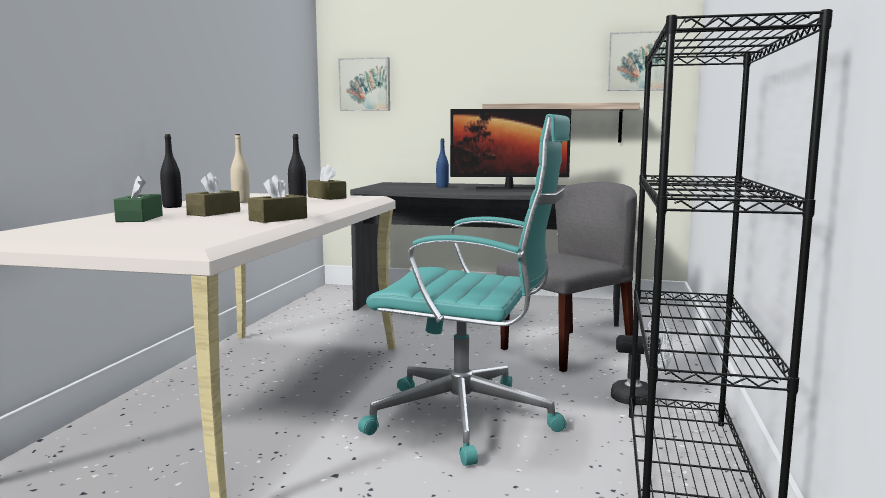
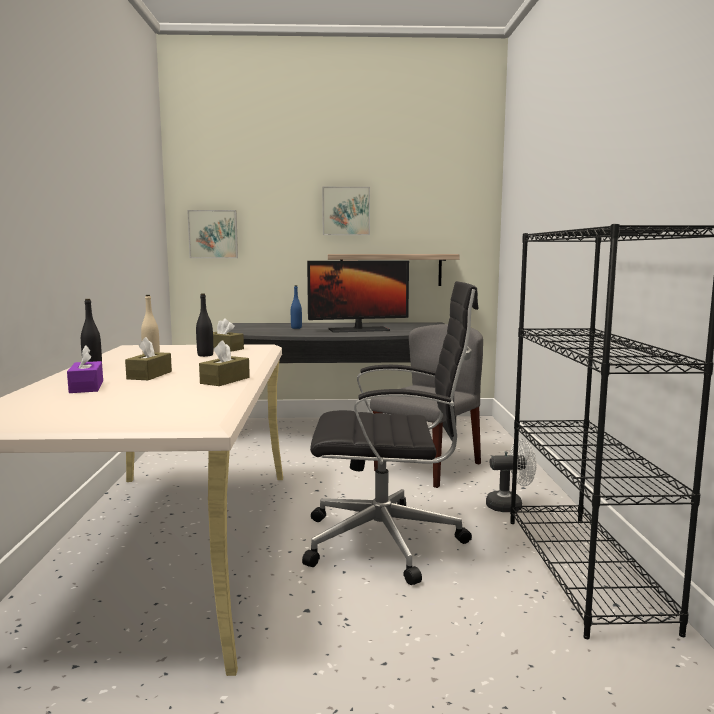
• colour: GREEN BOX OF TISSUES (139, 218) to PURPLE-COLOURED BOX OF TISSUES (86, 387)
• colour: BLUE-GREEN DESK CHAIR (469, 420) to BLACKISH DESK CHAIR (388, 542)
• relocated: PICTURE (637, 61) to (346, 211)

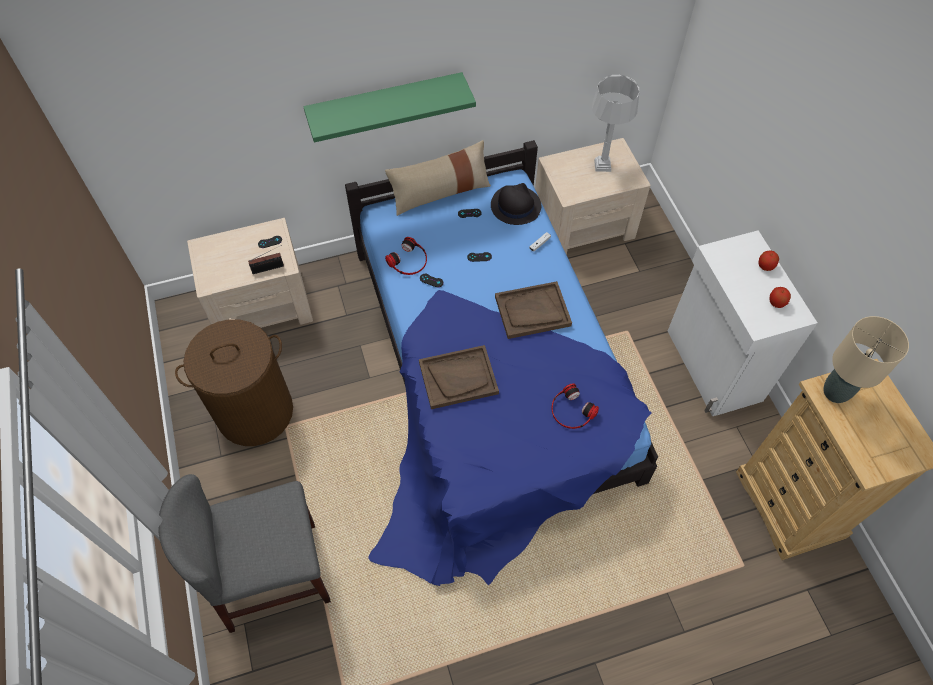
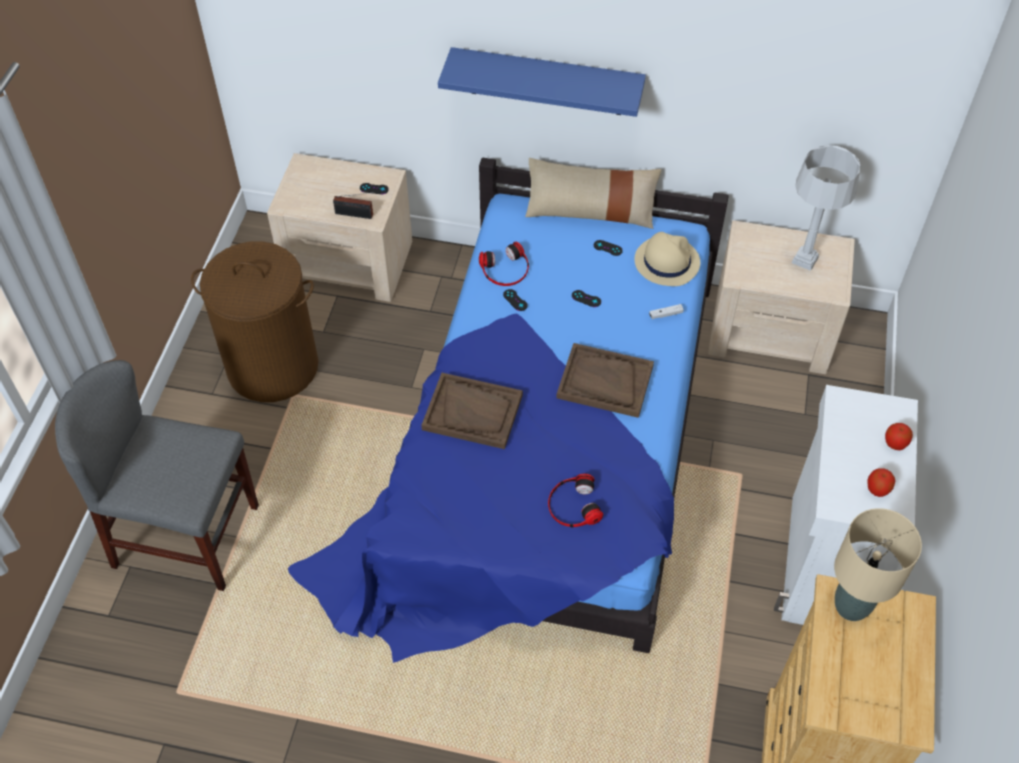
• colour: GREEN WALL SHELF (385, 106) to BLUE WALL SHELF (546, 82)
• colour: BLACKISH CLOTHING HAT (515, 206) to BEIGE CLOTHING HAT (666, 261)

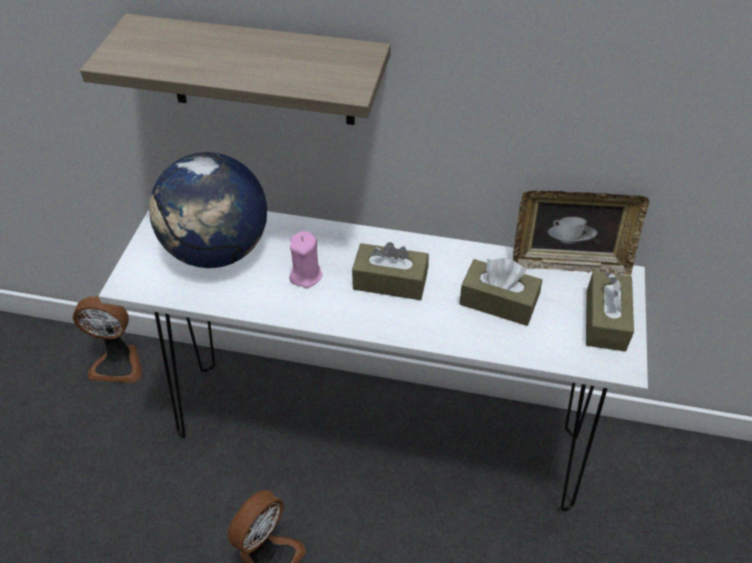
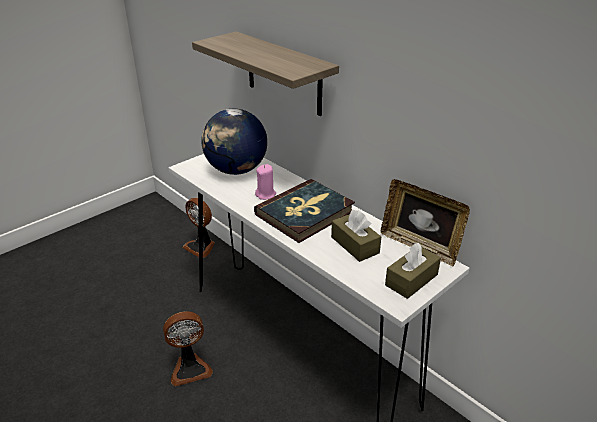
• exchanged: BROWN-COLOURED BOX OF TISSUES (390, 281) to VOLUME (305, 213)

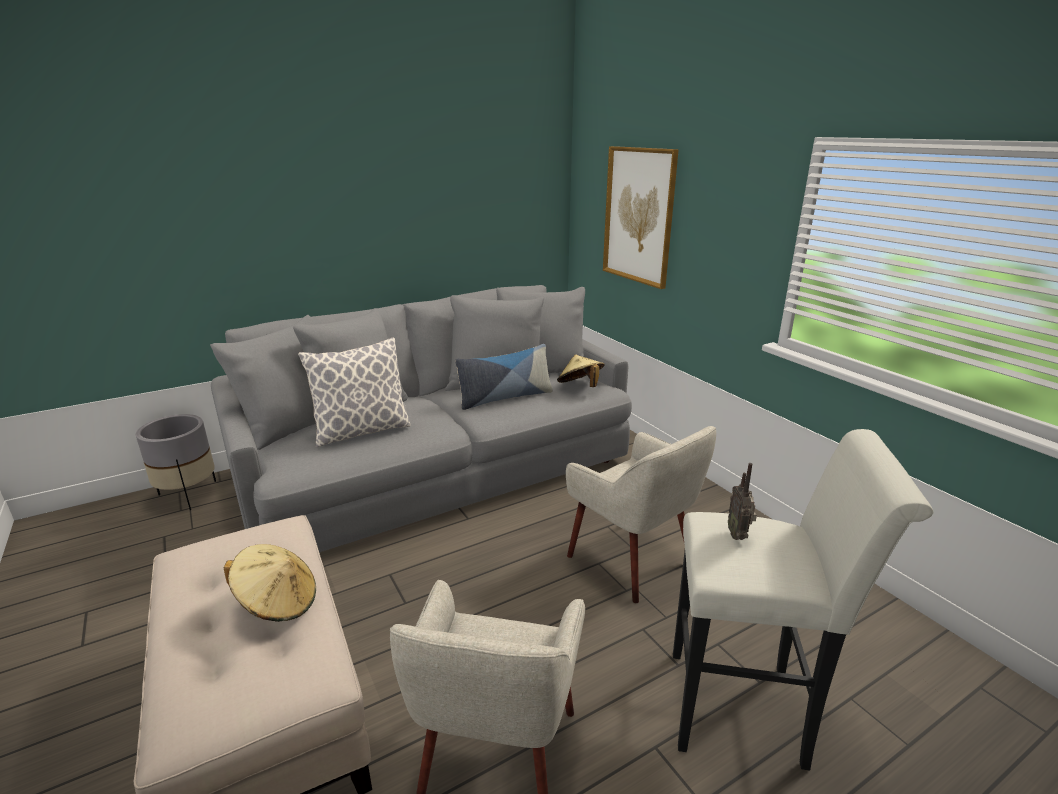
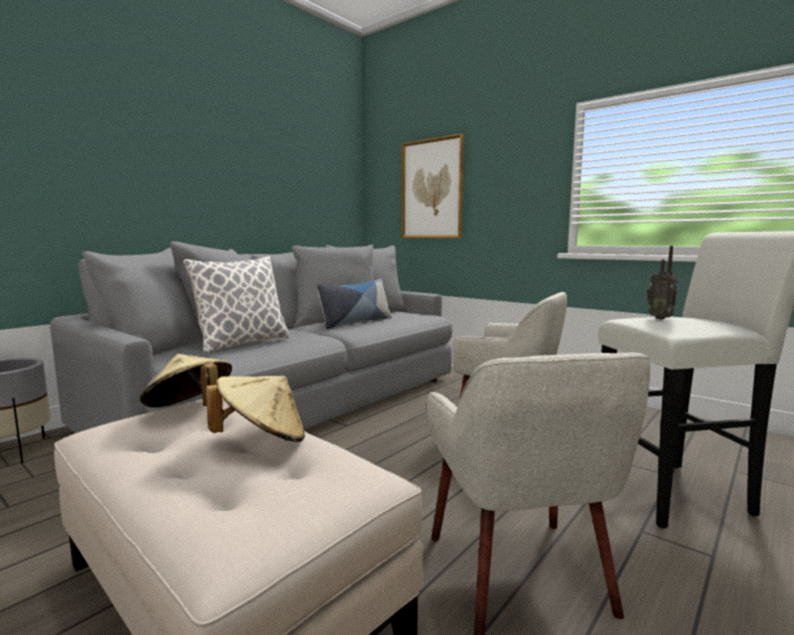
• relocated: BEIGE CLOTHING HAT (580, 387) to (190, 410)

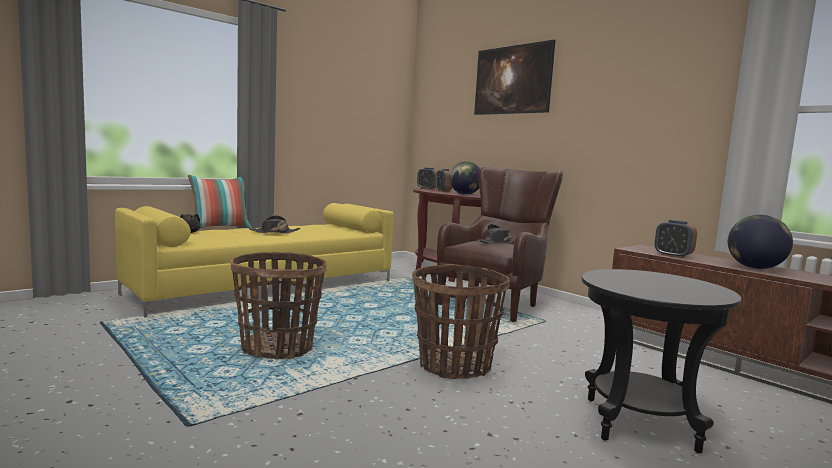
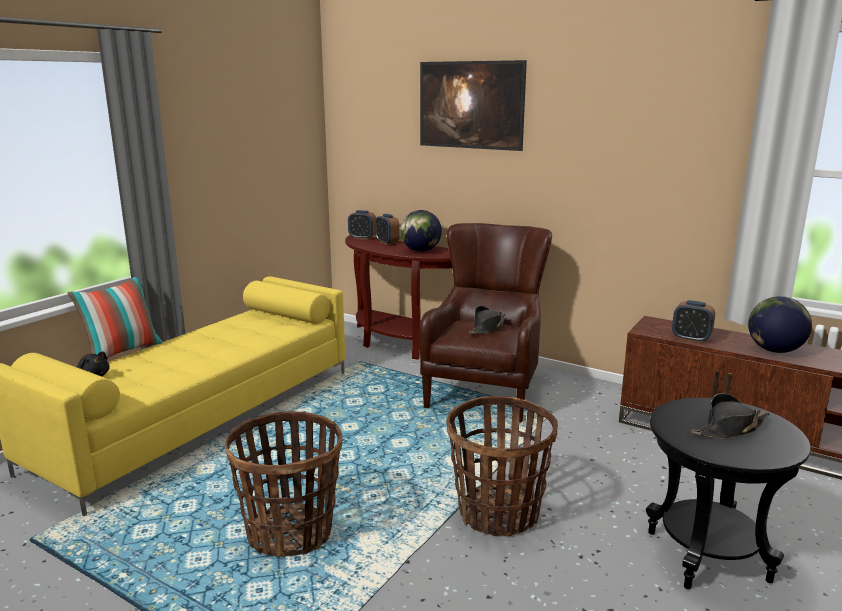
• relocated: BLACKISH CLOTHING HAT (274, 232) to (729, 429)

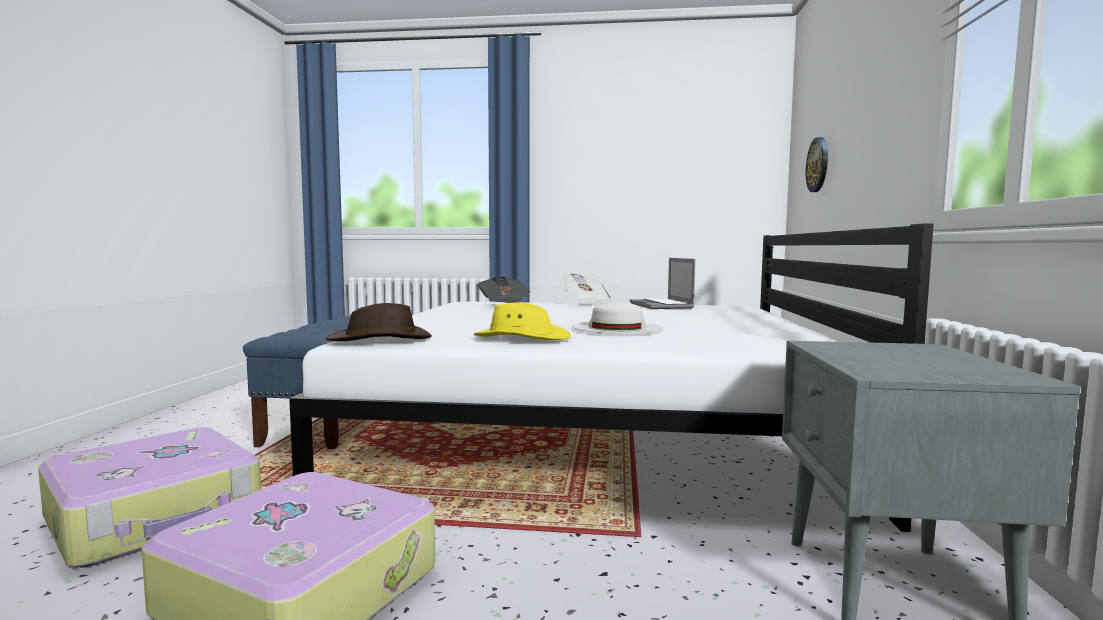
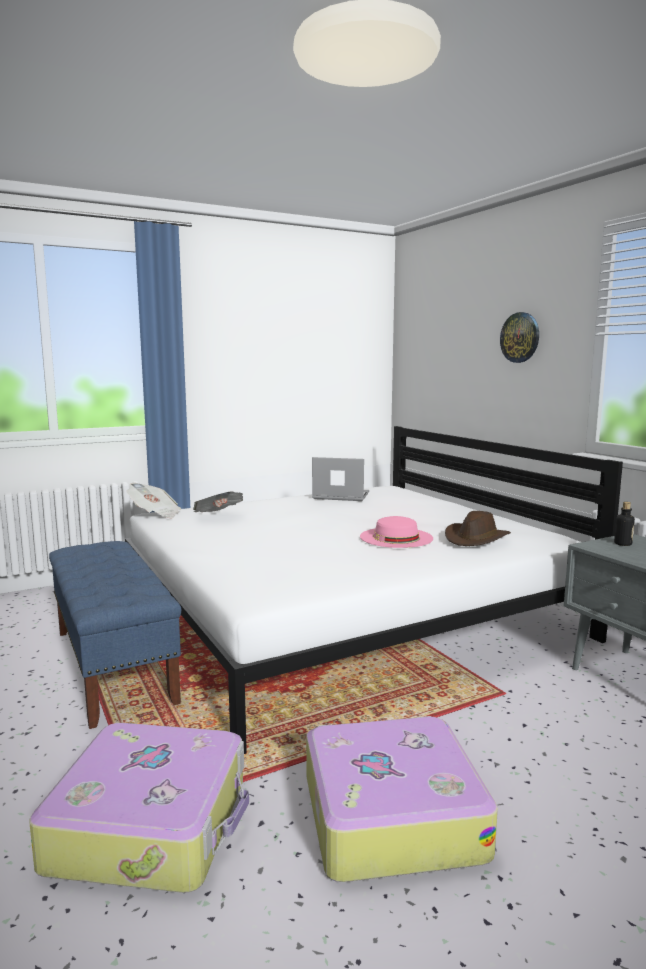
• relocated: DAILY PAPER (587, 303) to (155, 514)
• spun: NOTEBOOK COMPUTER (662, 306) = (340, 496) 150 degrees clockwise
• colour: WHITE CLOTHING HAT (617, 327) to PINK-COLOURED CLOTHING HAT (396, 537)
• relocated: BROWN-COLOURED CLOTHING HAT (381, 340) to (476, 538)
• relocated: CLOCK ON THE WALL (818, 165) to (520, 337)
• appeared: BOTTLE (623, 544)
• missing: YELLOW CLOTHING HAT (521, 338)

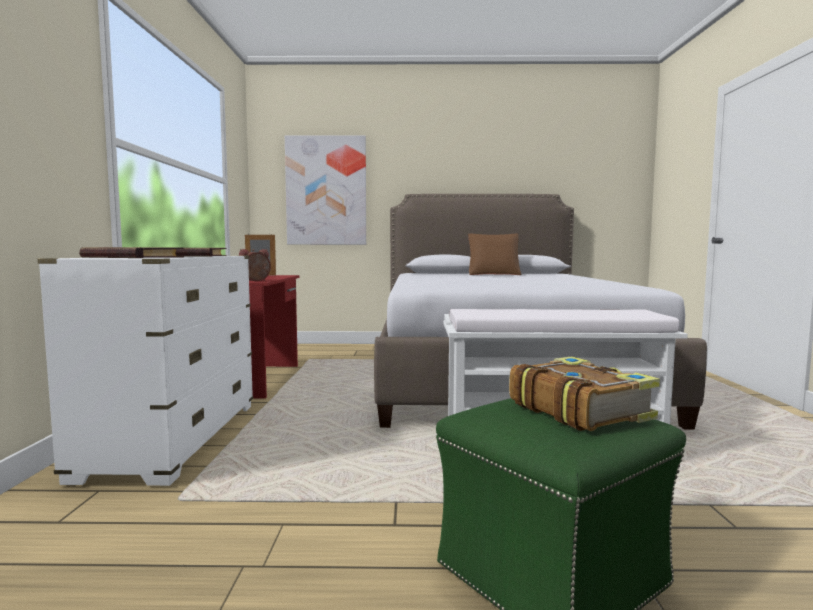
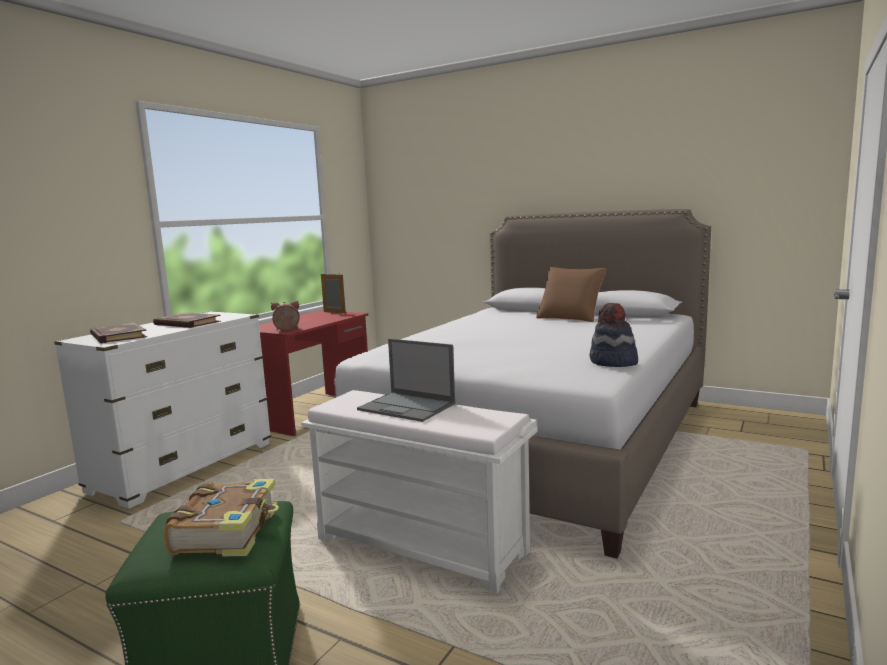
• appeared: NOTEBOOK COMPUTER (408, 407)
• appeared: CLOTHING HAT (613, 363)
• missing: PICTURE (326, 191)

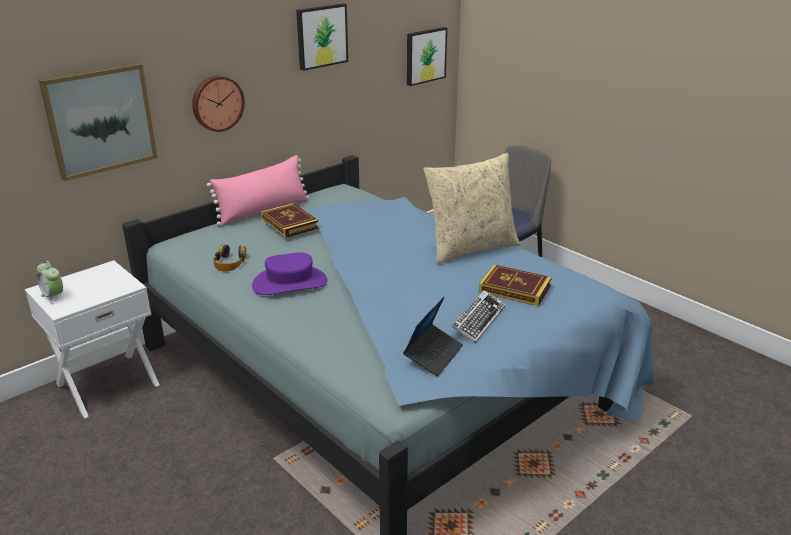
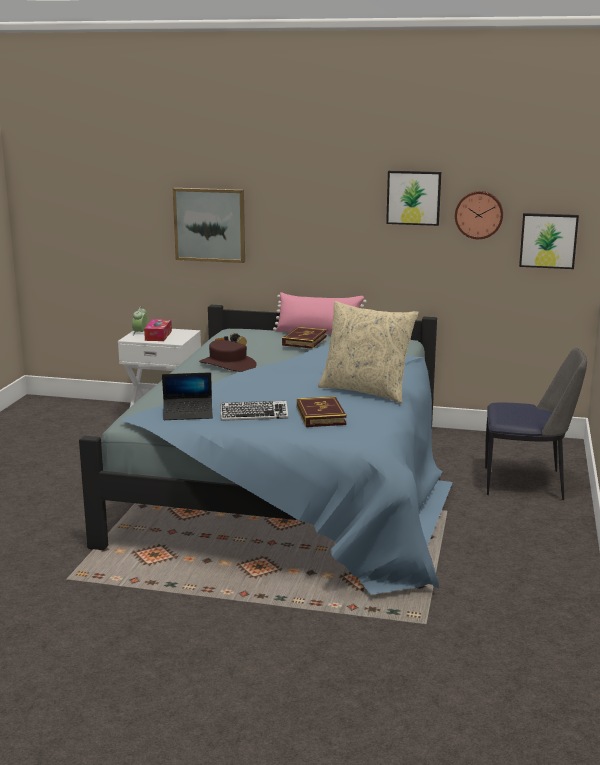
• appeared: BOX OF TISSUES (158, 336)
• colour: PURPLE-COLOURED CLOTHING HAT (290, 283) to BROWN-COLOURED CLOTHING HAT (228, 364)
• relocated: CLOCK ON THE WALL (217, 103) to (479, 214)

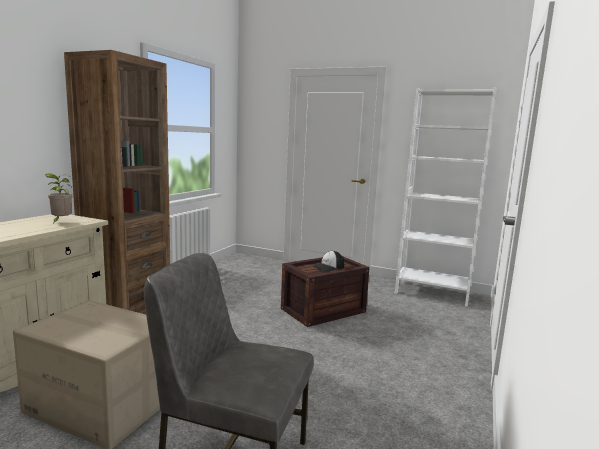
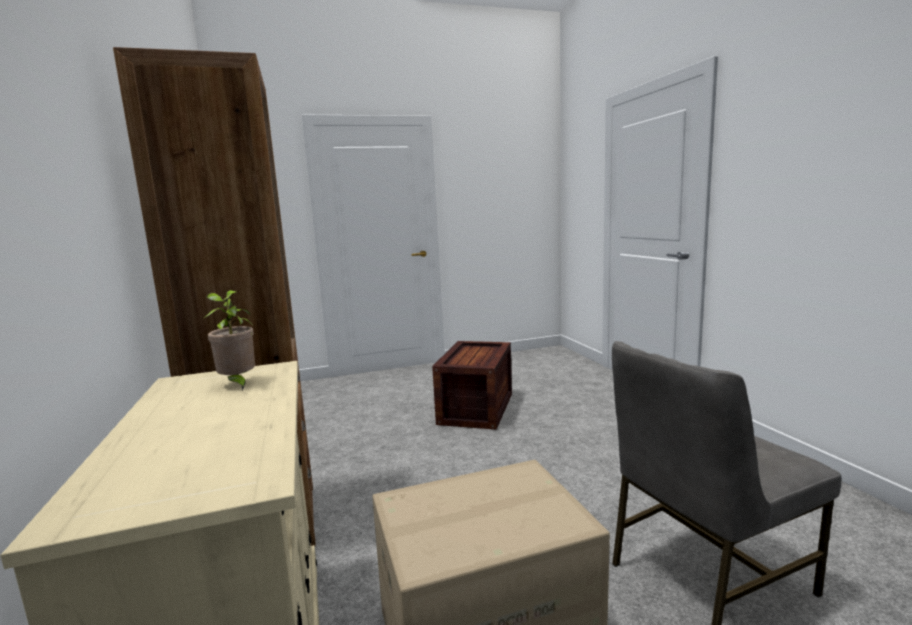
• missing: BASEBALL CAP (328, 267)
• missing: WHITE SHELVING UNIT (432, 293)

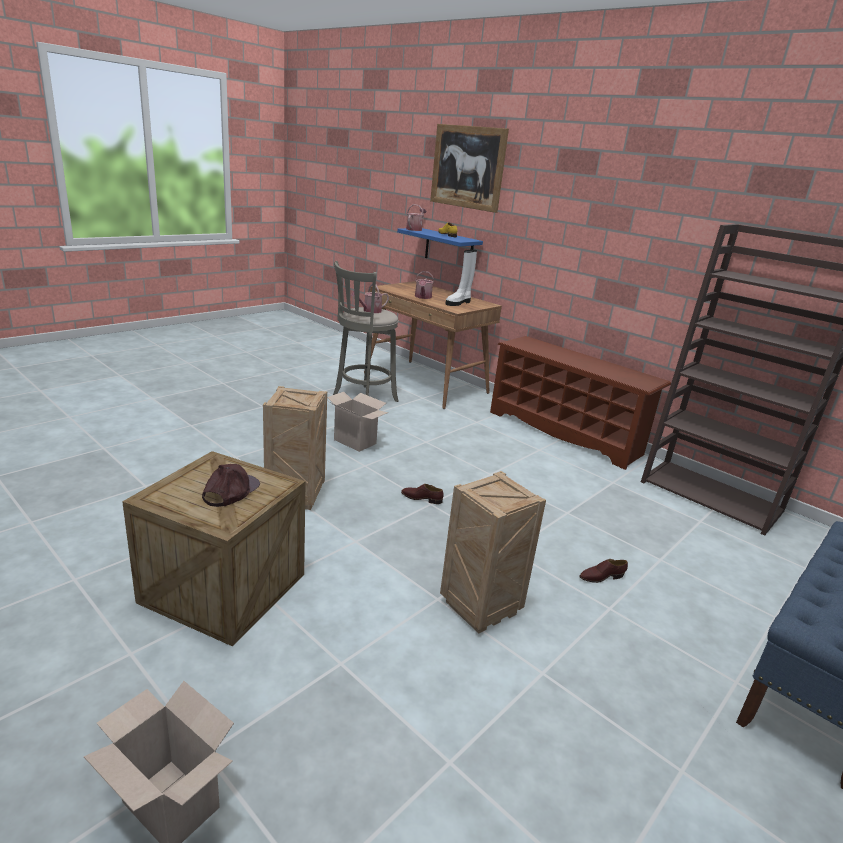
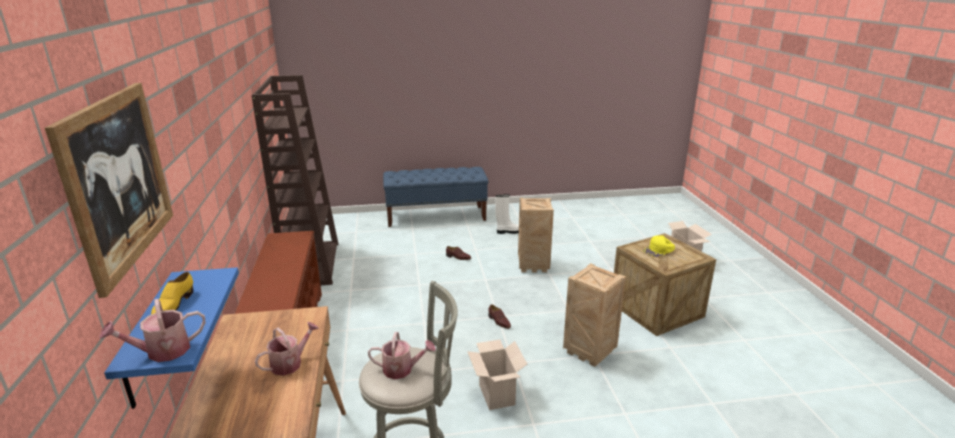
• relocated: WHITE BOOT (458, 303) to (508, 231)
• colour: BROWN-COLOURED BASEBALL CAP (230, 491) to YELLOW BASEBALL CAP (659, 250)

